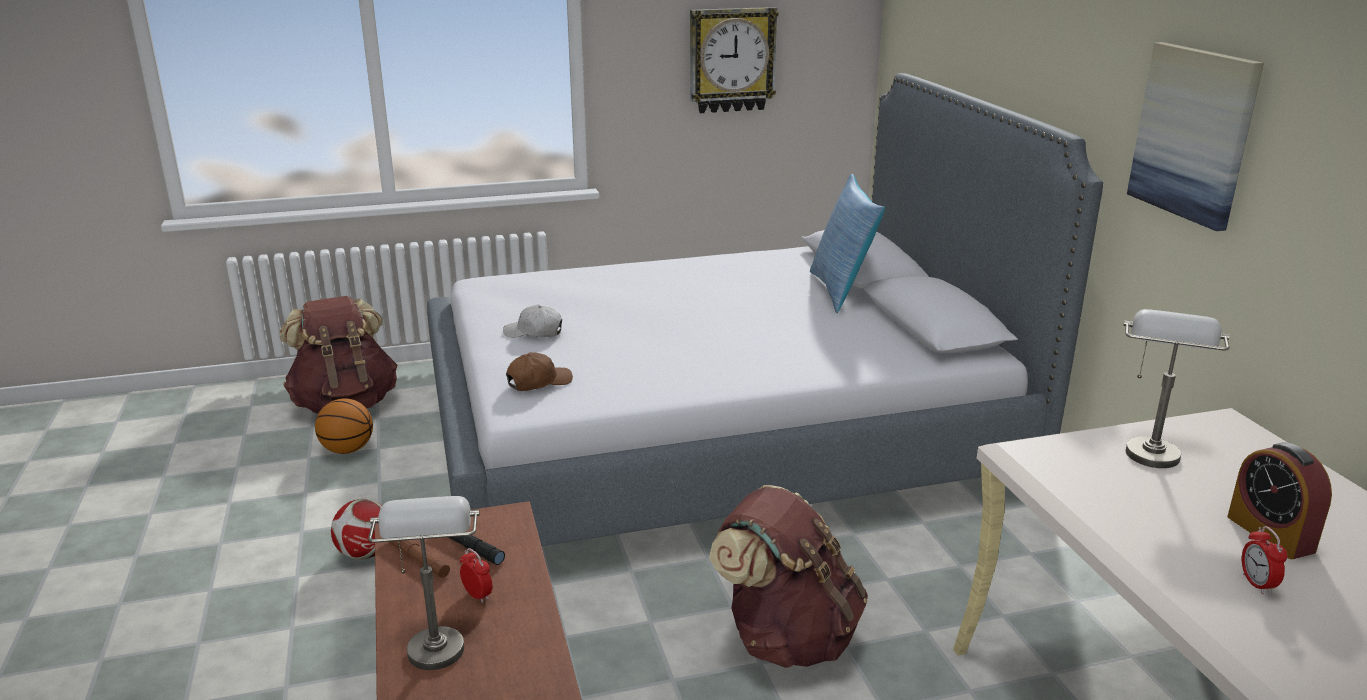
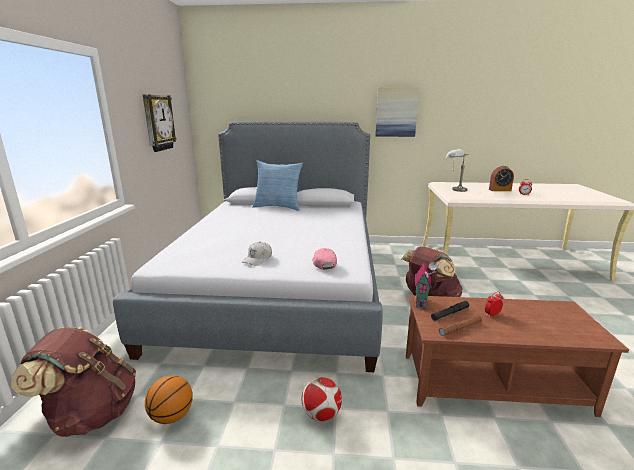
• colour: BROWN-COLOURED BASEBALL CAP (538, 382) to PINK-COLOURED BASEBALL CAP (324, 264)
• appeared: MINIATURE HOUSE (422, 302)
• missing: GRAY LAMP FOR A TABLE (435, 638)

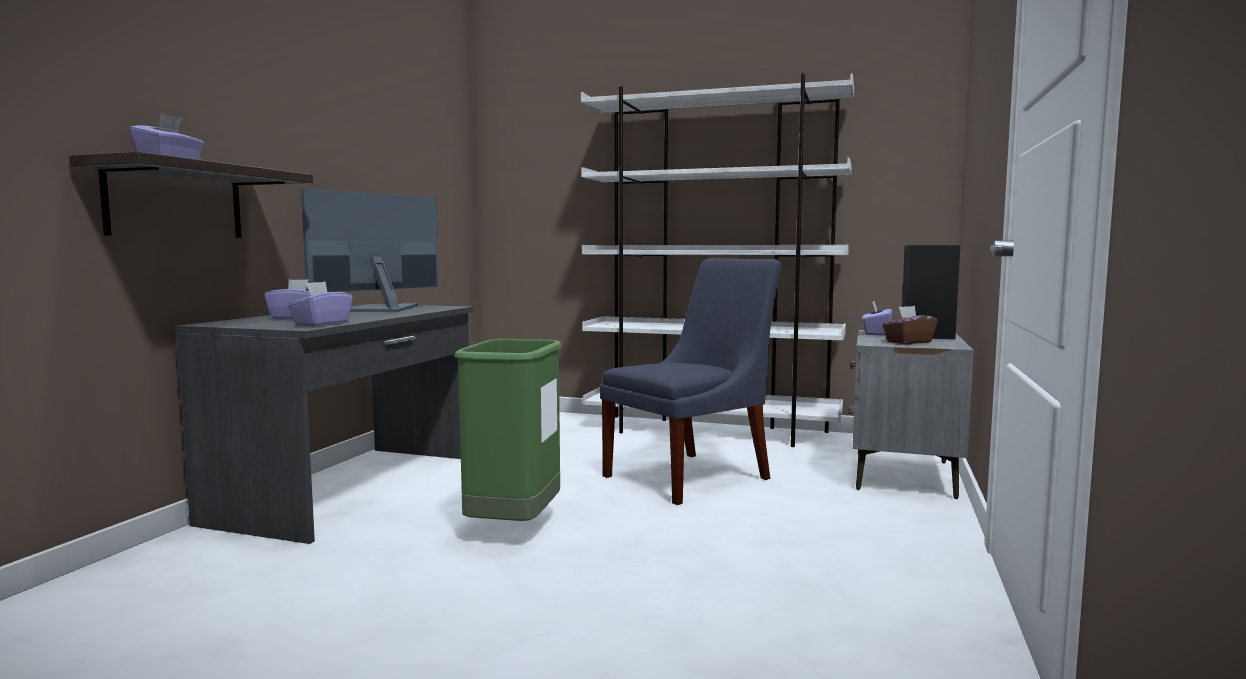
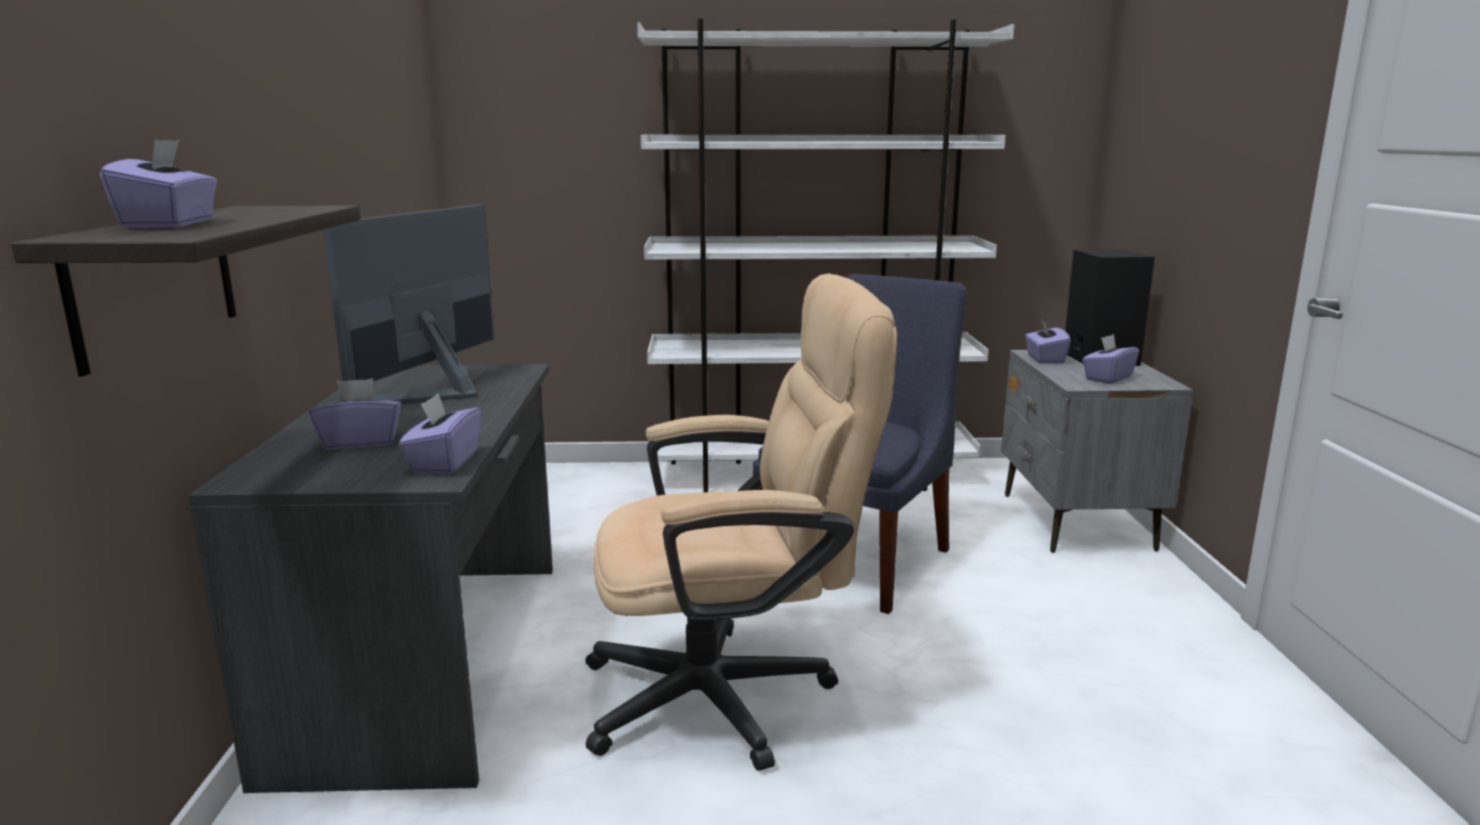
• exchanged: GREEN TRASH CAN (514, 528) to BEIGE DESK CHAIR (732, 695)
• colour: BROWN-COLOURED BOX OF TISSUES (908, 342) to PURPLE-COLOURED BOX OF TISSUES (1107, 378)

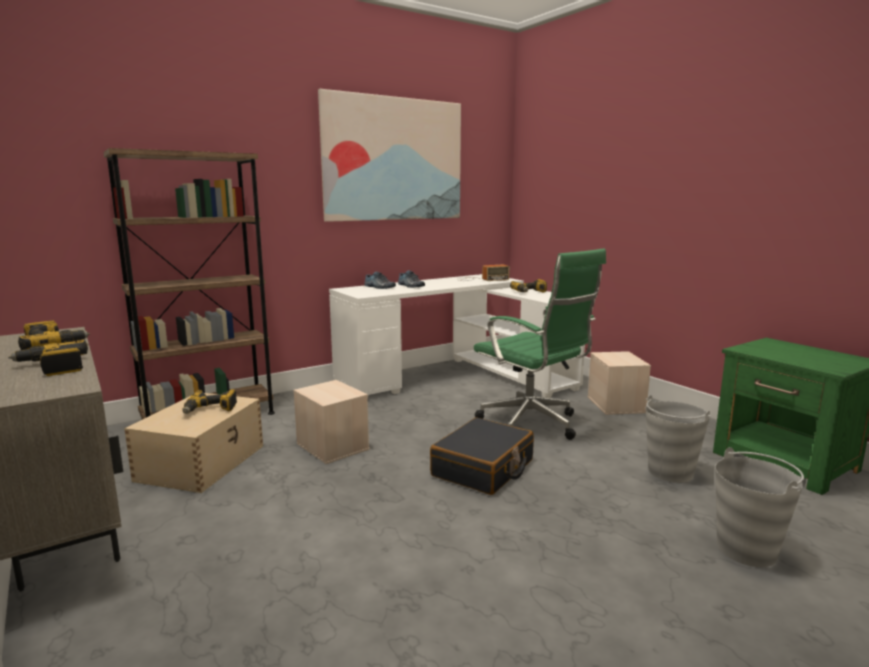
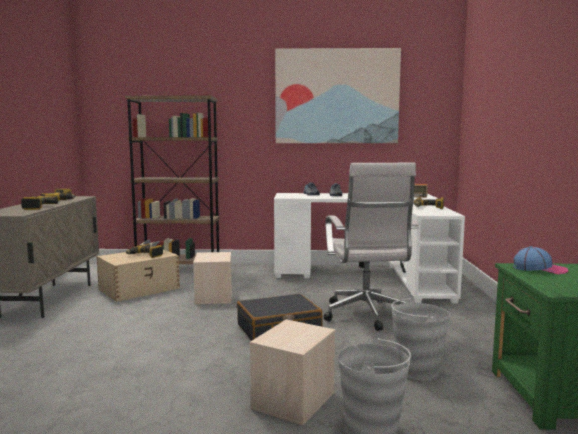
• relocated: BEIGE STORAGE BOX (616, 405) to (294, 401)
• colour: GREEN DESK CHAIR (533, 425) to WHITE DESK CHAIR (366, 316)
• appeared: BASEBALL CAP (539, 269)

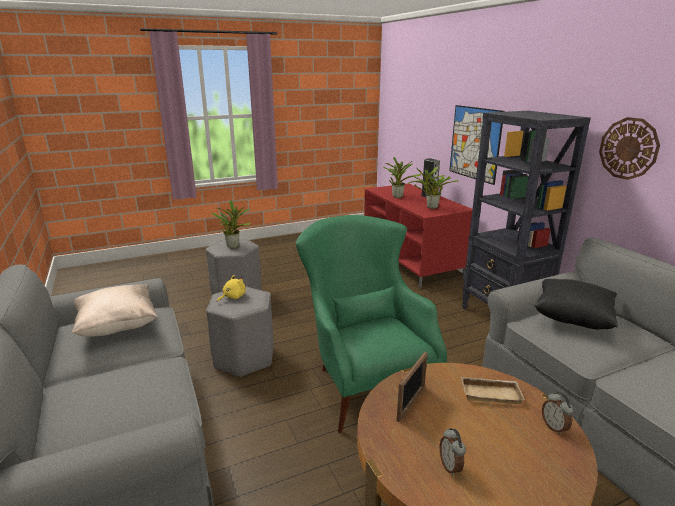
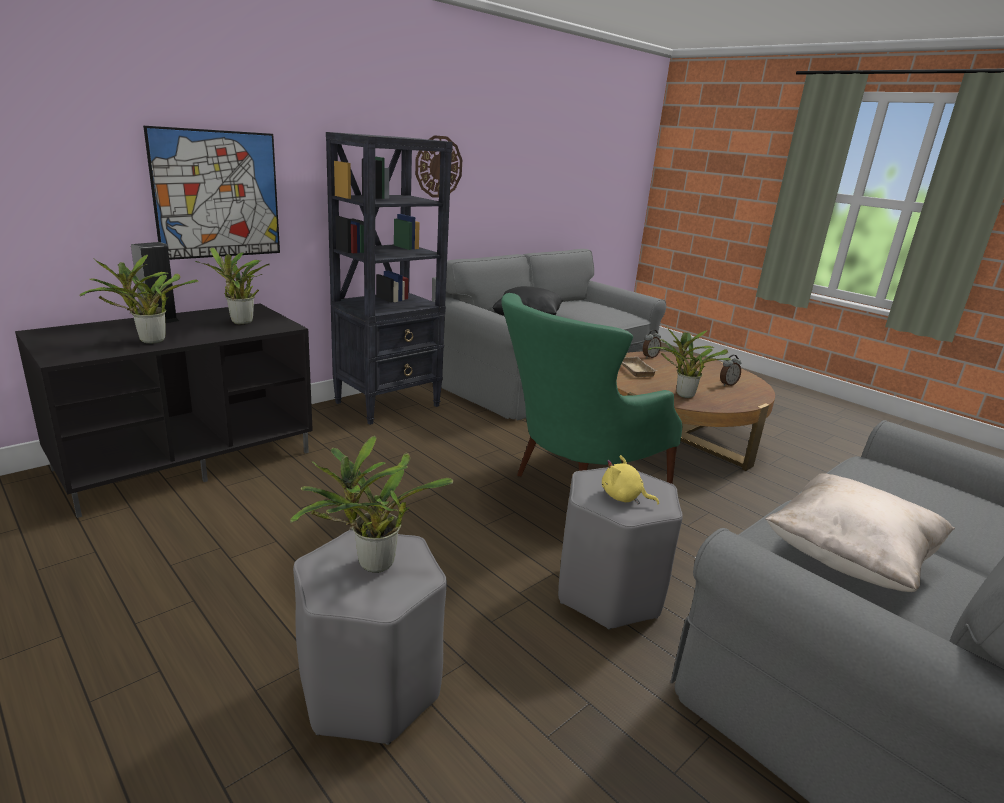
• colour: RED TV STAND (412, 263) to BLACKISH TV STAND (188, 459)
• exchanged: STANDING FRAME (411, 403) to HOUSEPLANT (682, 394)

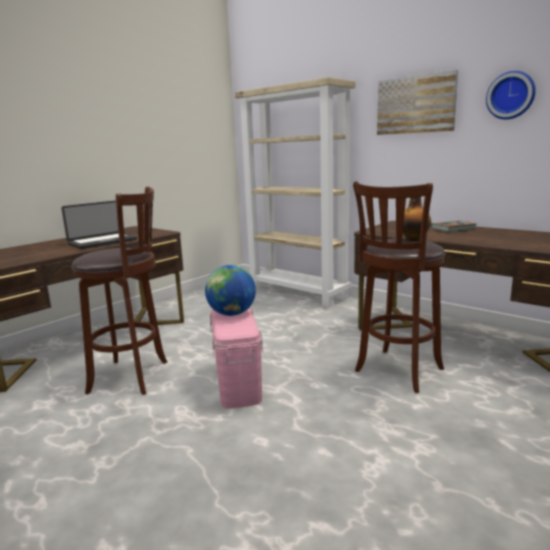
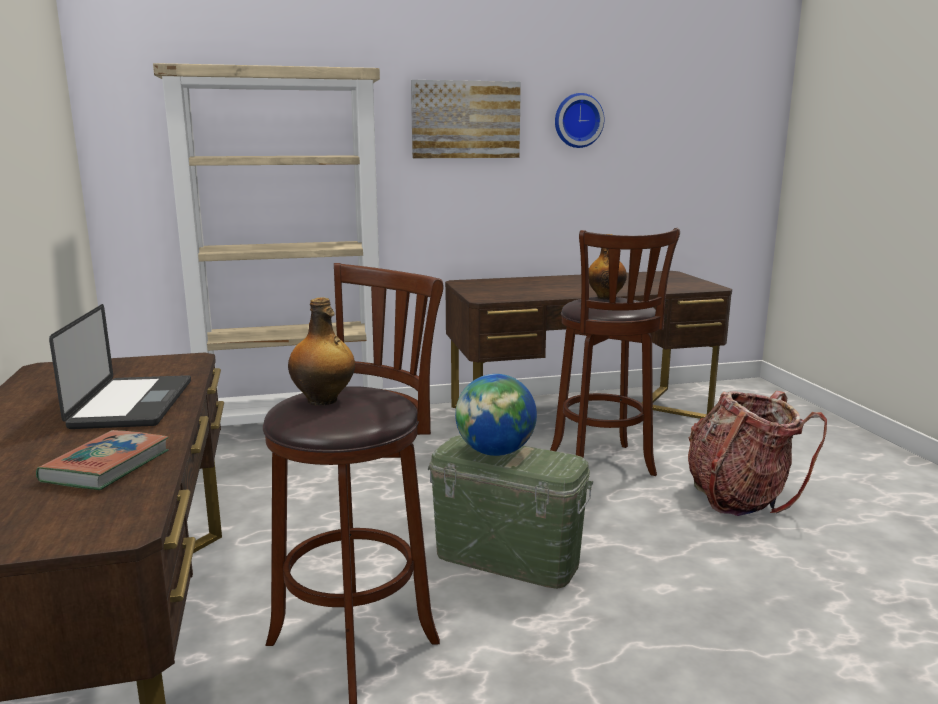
• relocated: VOLUME (453, 229) to (107, 466)
• appeared: BOTTLE (323, 400)
• colour: PINK-COLOURED STORAGE BOX (238, 383) to GREEN STORAGE BOX (508, 558)
• appeared: BACKPACK (739, 497)

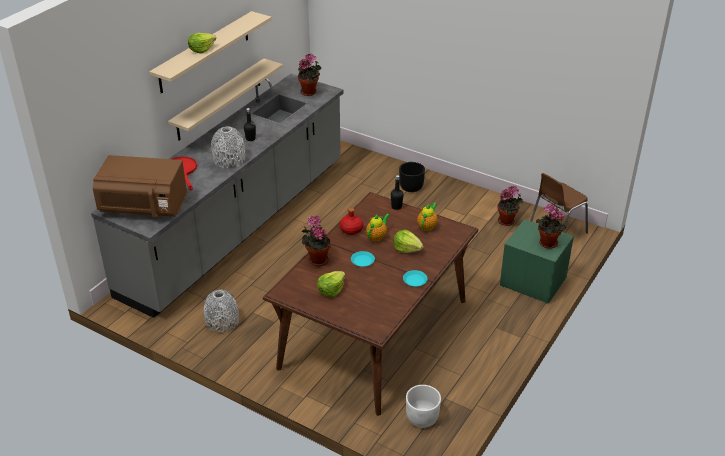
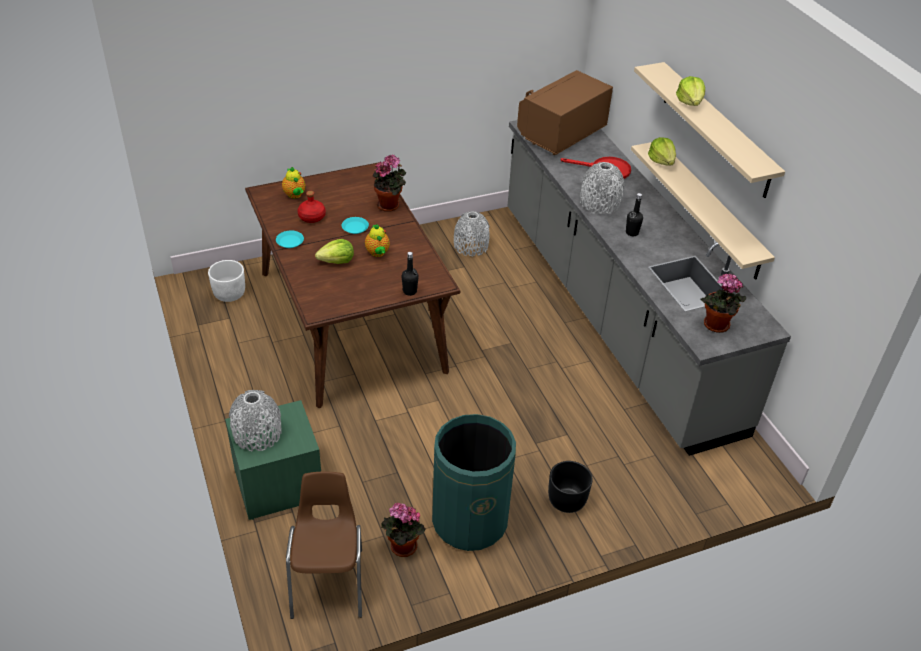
• exchanged: HOUSEPLANT (546, 244) to GRAY FLOWER VASE (257, 434)
• relocated: POT FOR TEA (427, 226) to (295, 195)
• relocated: RED BOTTLE (351, 229) to (312, 217)
• appeared: GREEN TRASH CAN (469, 521)
• relocated: LETTUCE HEAD (331, 290) to (662, 161)

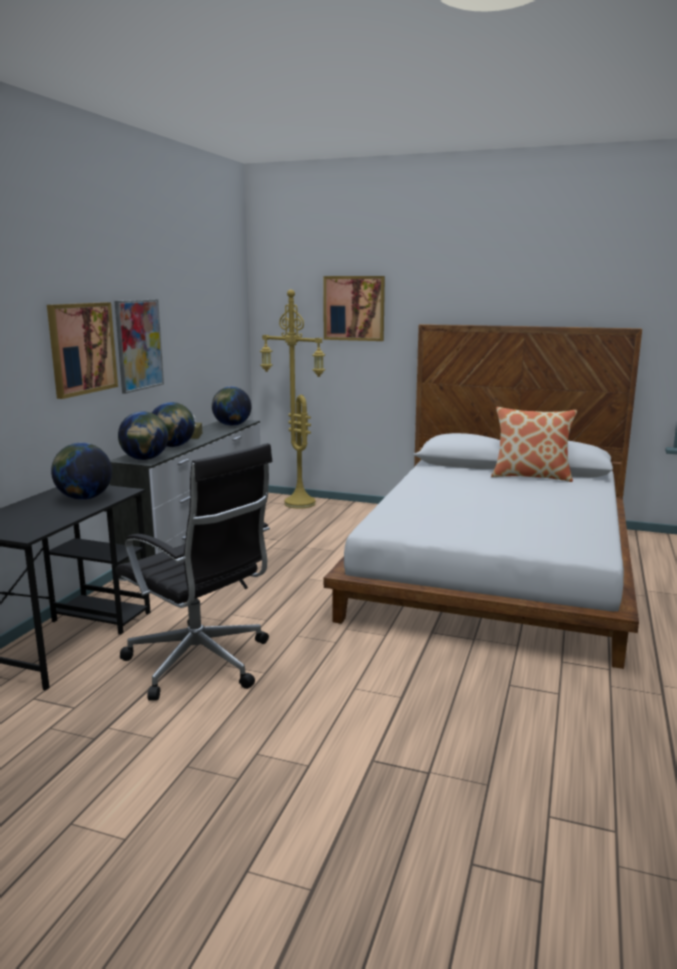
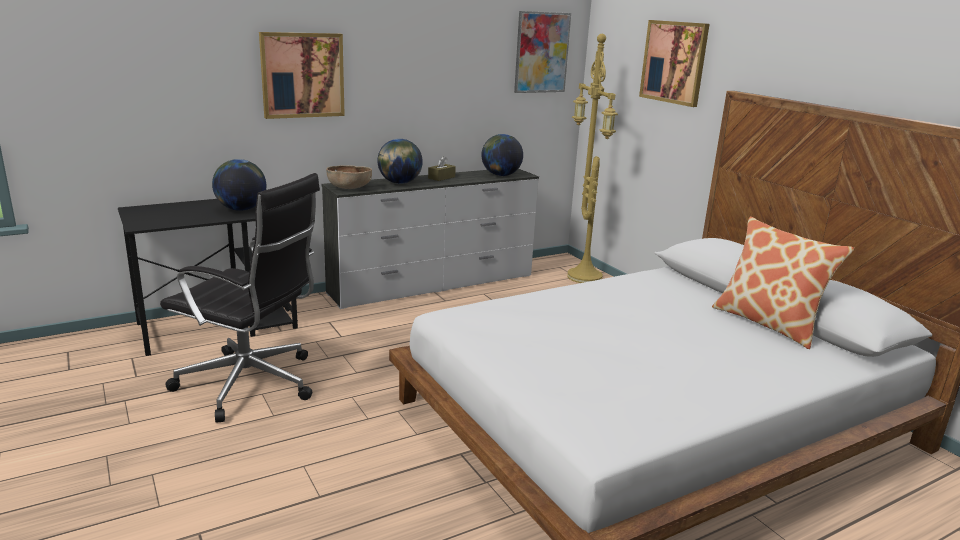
• spun: BLACKISH DESK CHAIR (201, 664) = (251, 384) 60 degrees counterclockwise
• exchanged: DESK GLOBE (145, 459) to BROWN-COLOURED SERVING BOWL (349, 188)
• relocated: PICTURE (139, 345) to (541, 52)

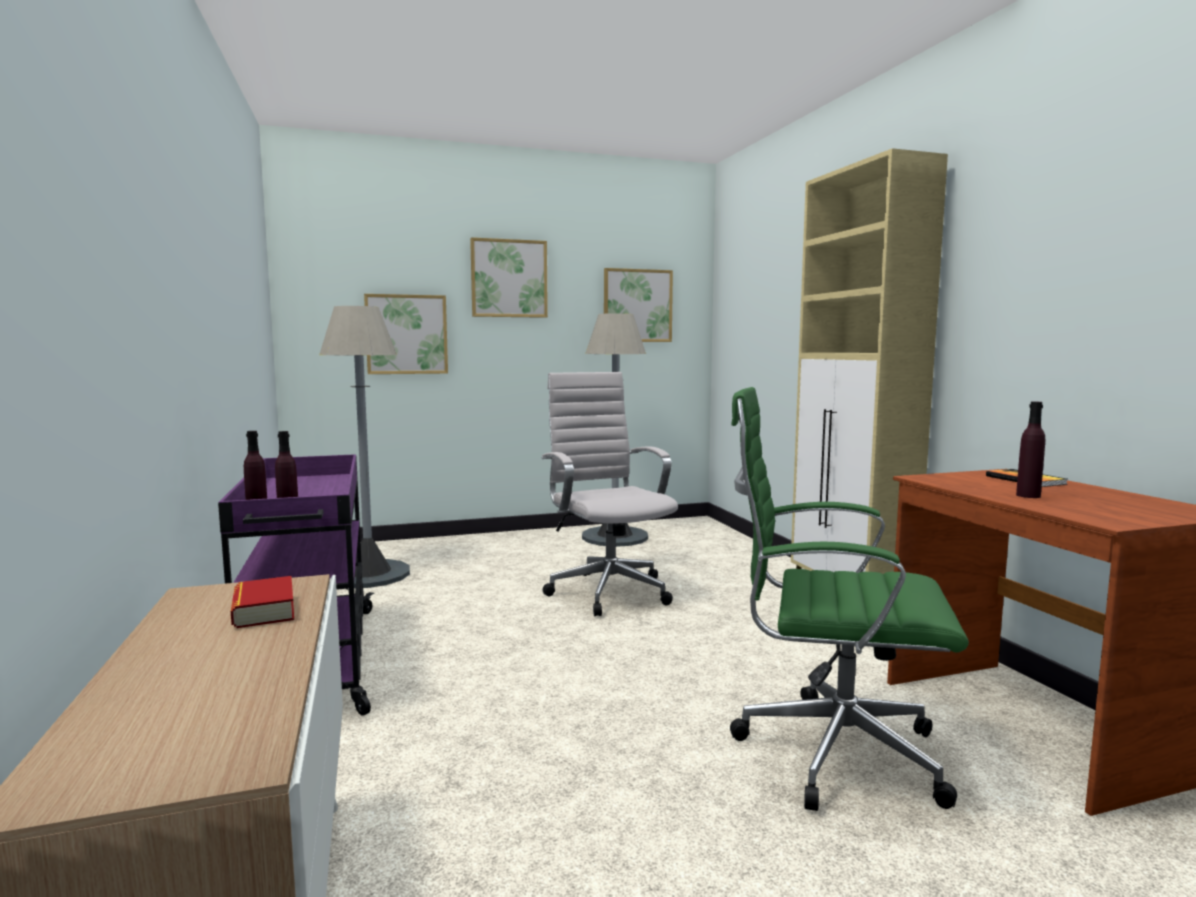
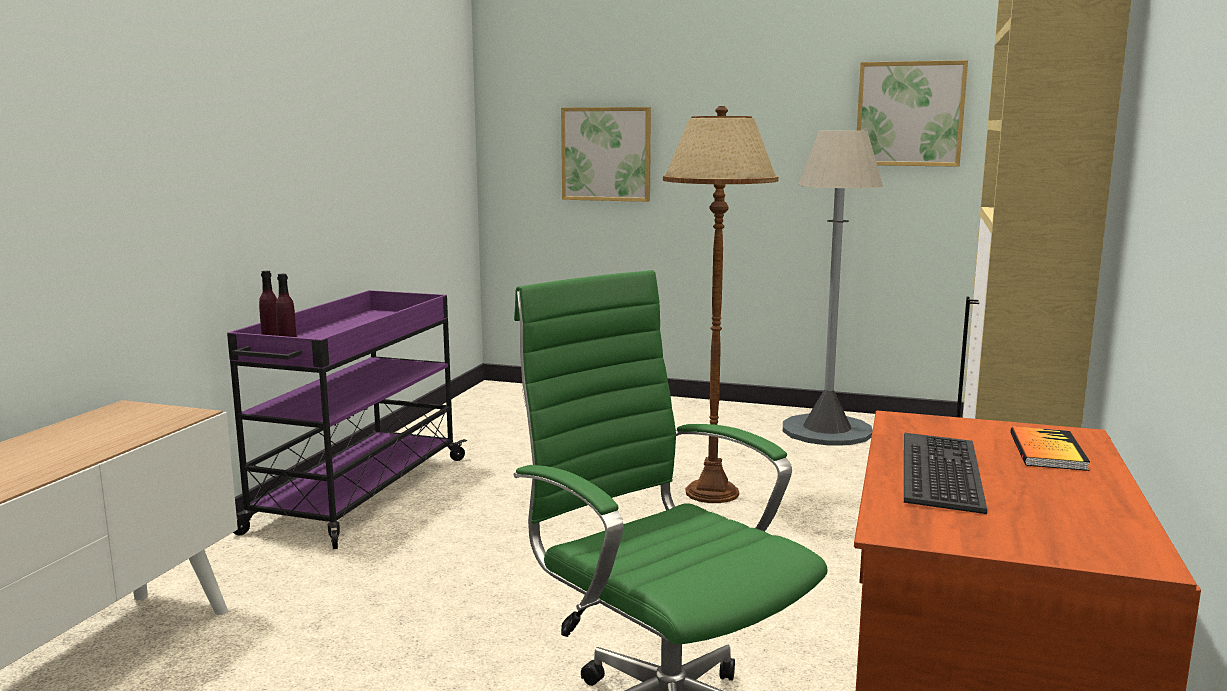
• exchanged: WHITE DESK CHAIR (607, 590) to BROWN-COLOURED STANDING LAMP (712, 493)
• exchanged: PURPLE-COLOURED BOTTLE (1028, 495) to PC KEYBOARD (943, 472)
• missing: VOLUME (264, 610)
• missing: GRAY STANDING LAMP (369, 574)
• missing: PICTURE (509, 278)

